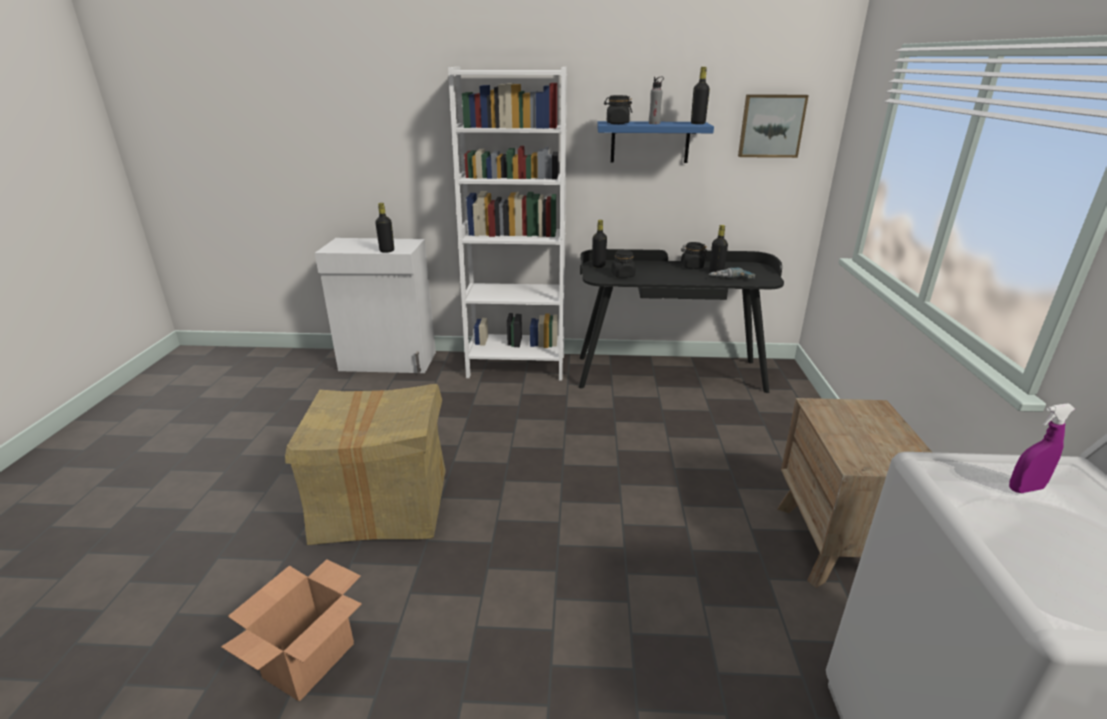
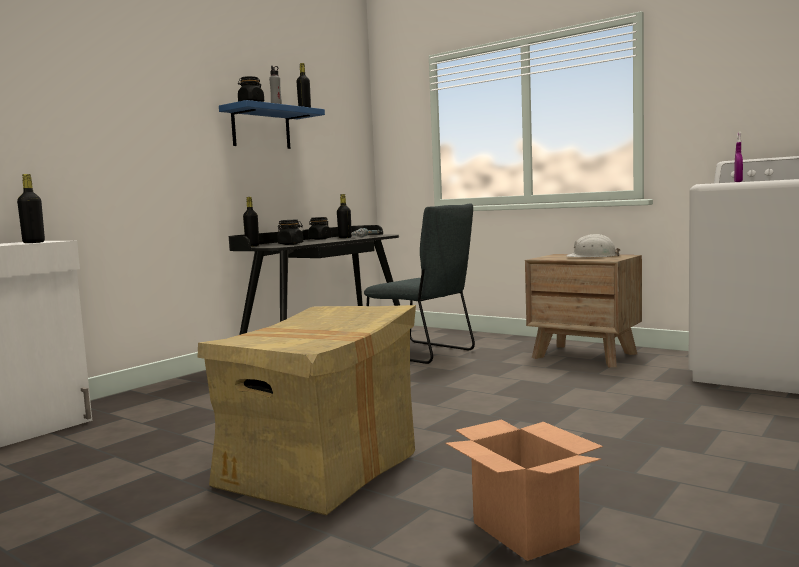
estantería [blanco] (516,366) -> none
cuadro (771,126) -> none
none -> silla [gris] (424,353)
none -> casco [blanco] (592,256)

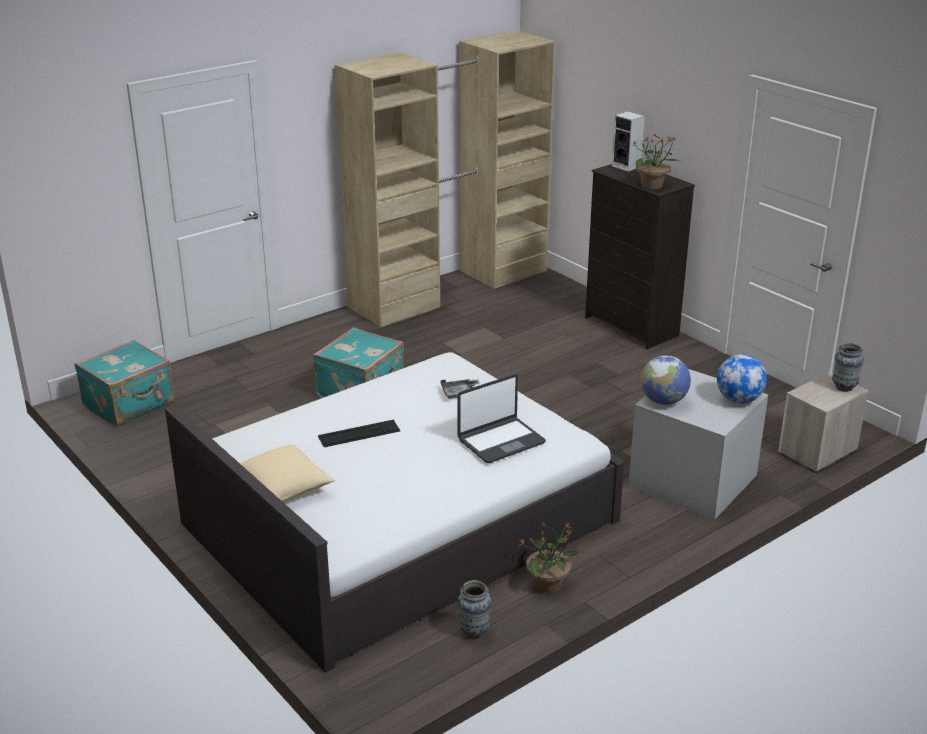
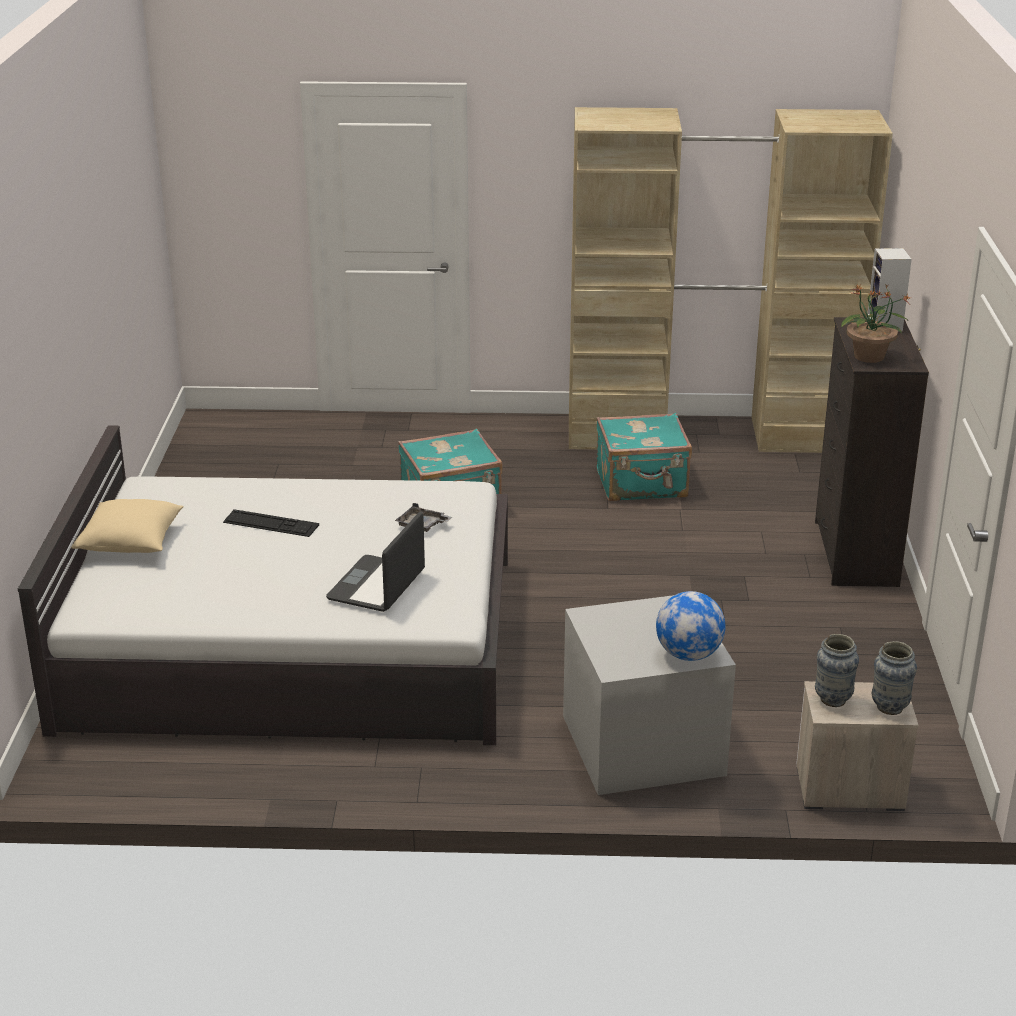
maleta [turquesa] (130,405) -> maleta [turquesa] (642,485), moved
portátil (500,441) -> portátil (377,585), 105 degrees clockwise
florero (474,632) -> florero (832,700), moved
planta en maceta (549,584) -> none
globo terráqueo (663,401) -> none

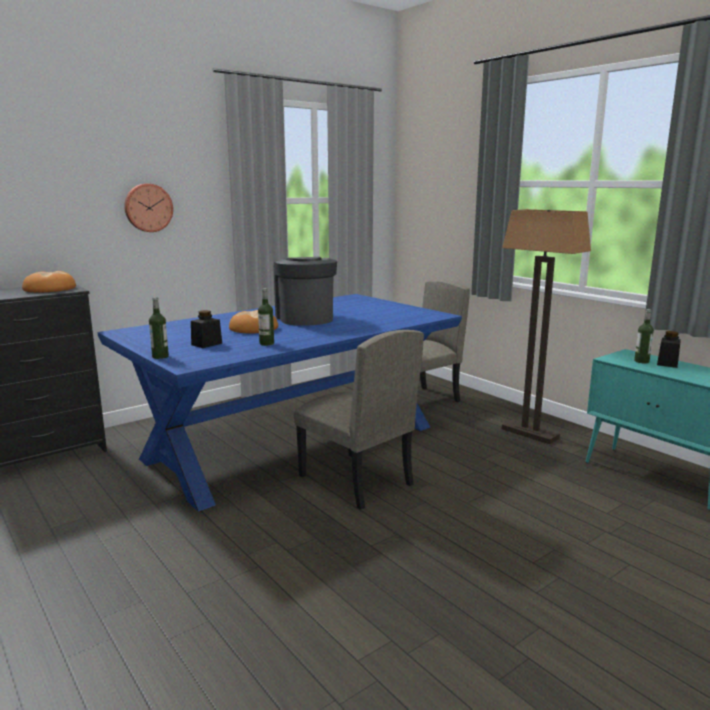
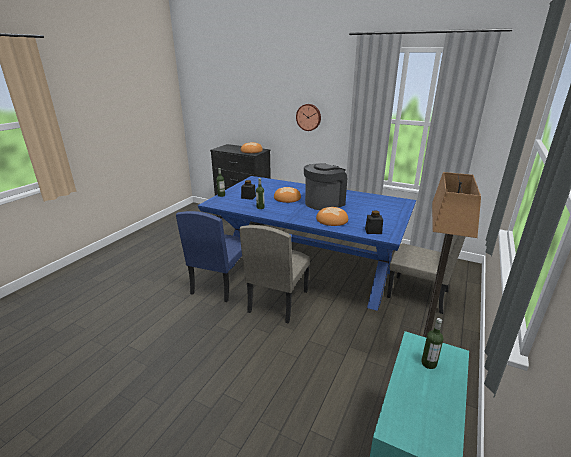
tarro [negro] (667,363) -> tarro [negro] (373,231), moved
none -> silla [azul] (220,283)
none -> pan (332,220)

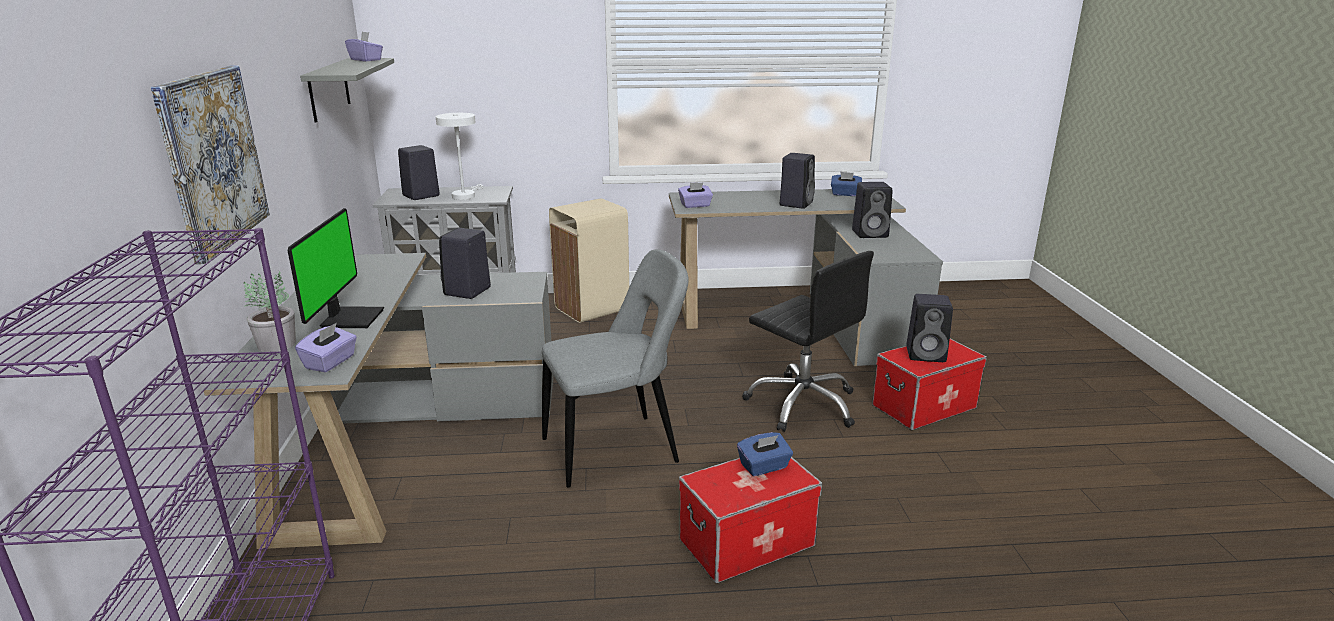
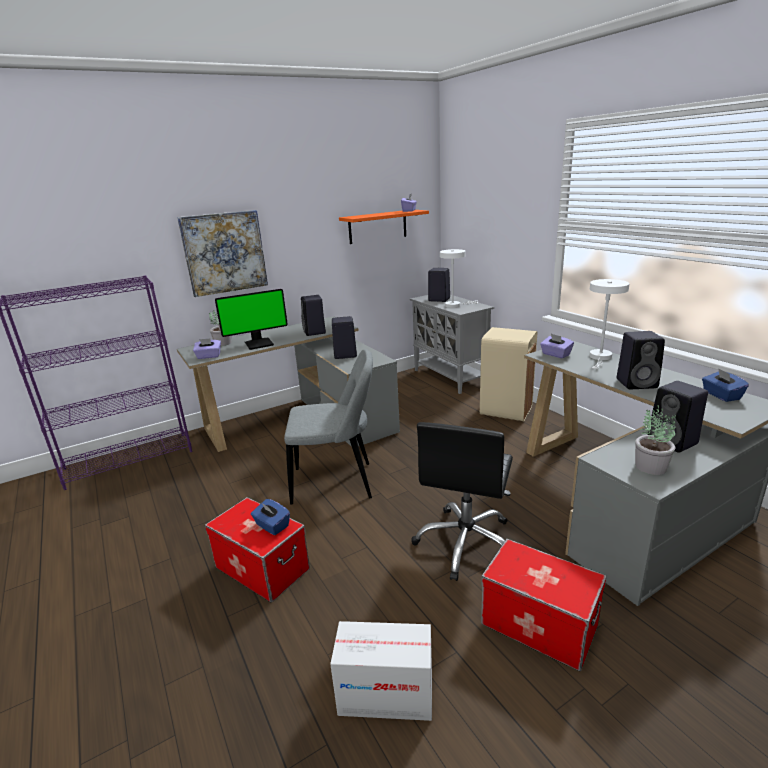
estante [gris] (329,89) -> estante [naranja] (377,226)
silla [gris] (616,449) -> silla [gris] (337,483), 45 degrees counterclockwise
altavoz [negro] (927,354) -> altavoz [negro] (315,332), moved
none -> caja de cartón (386,695)
none -> lámpara de mesa [blanco] (600,358)
none -> planta en maceta (650,466)

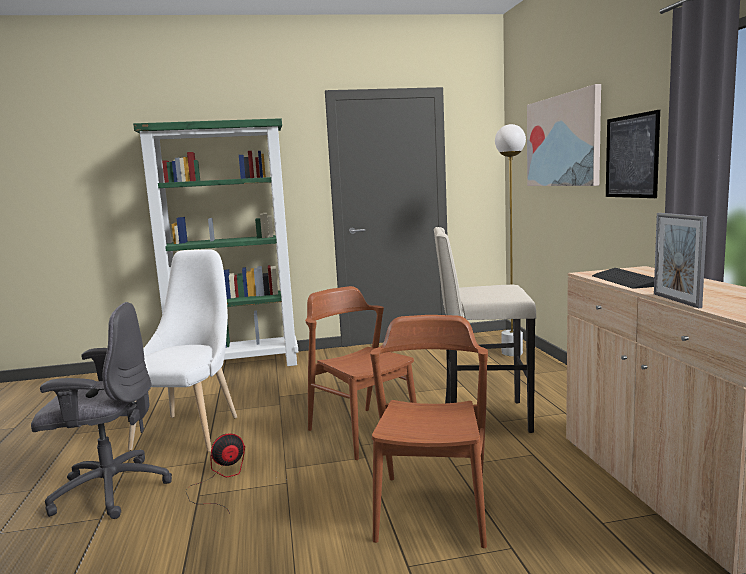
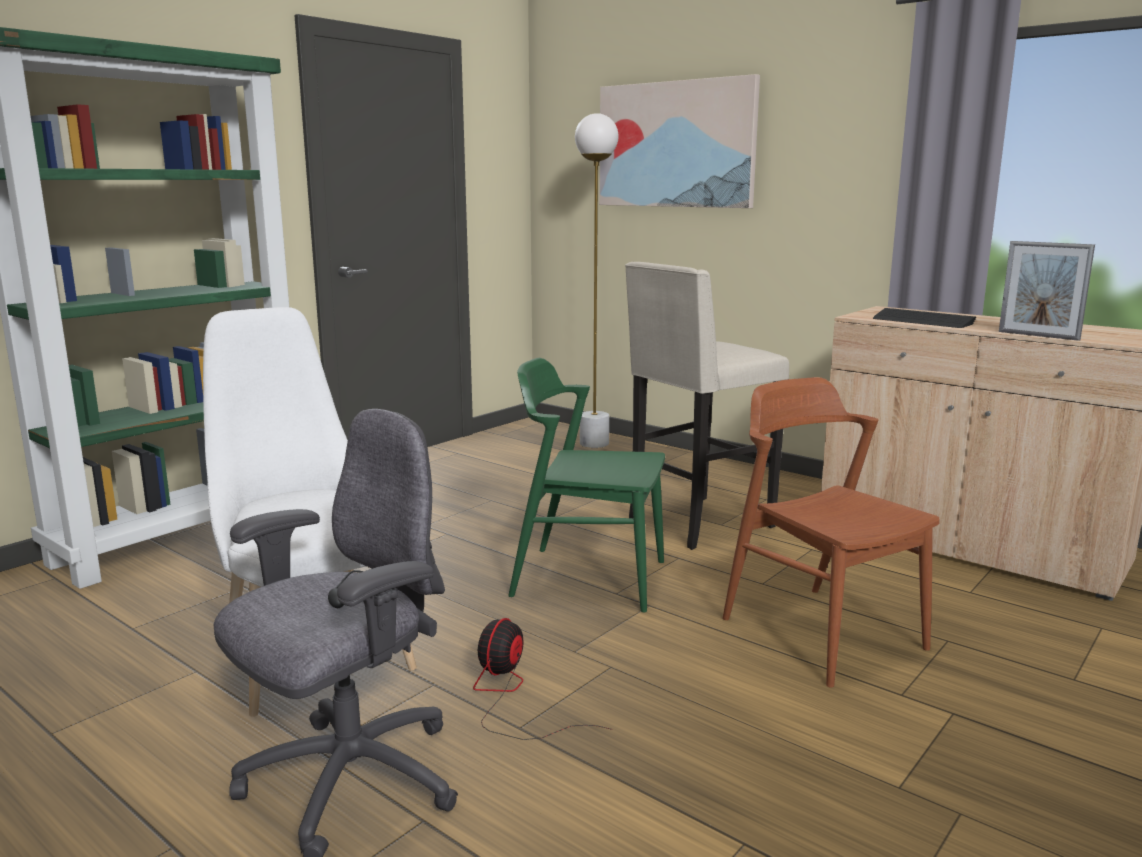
silla [marrón] (362,432) -> silla [verde] (588,578)
cuadro (631,156) -> none

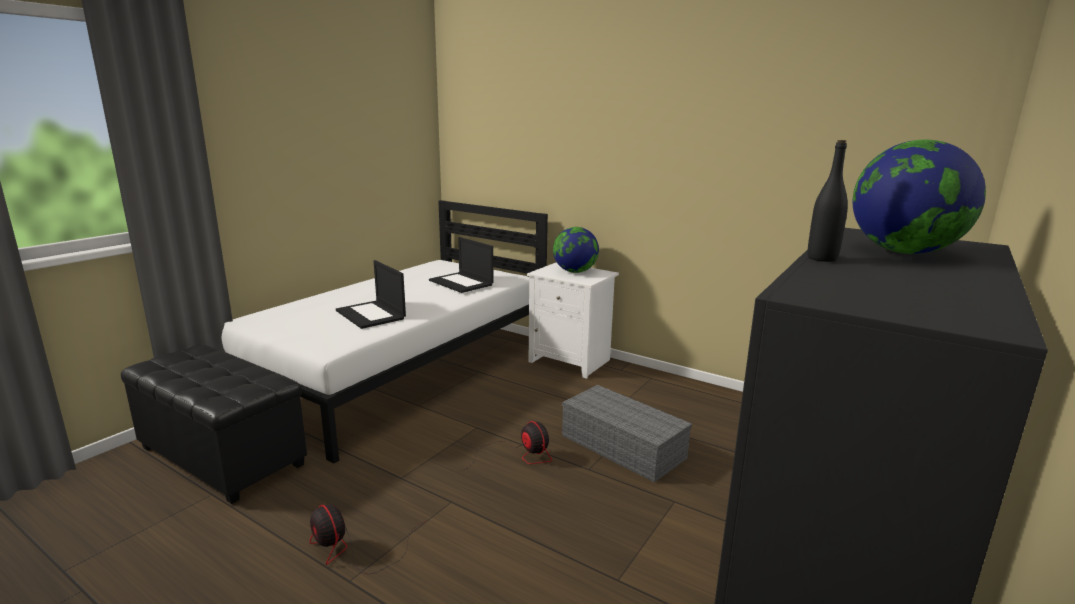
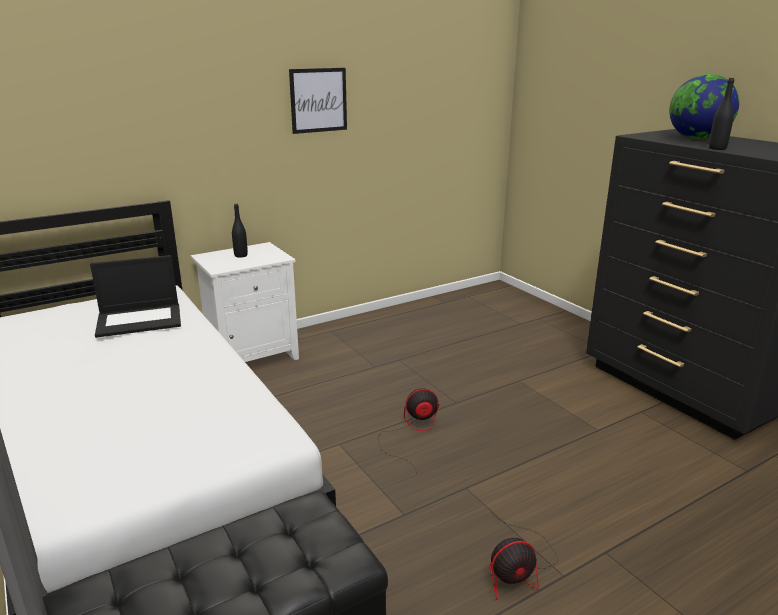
portátil (371,315) -> none
globo terráqueo (575,271) -> botella [negro] (241,255)
caja de almacenaje [gris] (625,446) -> none
none -> cuadro (318,100)

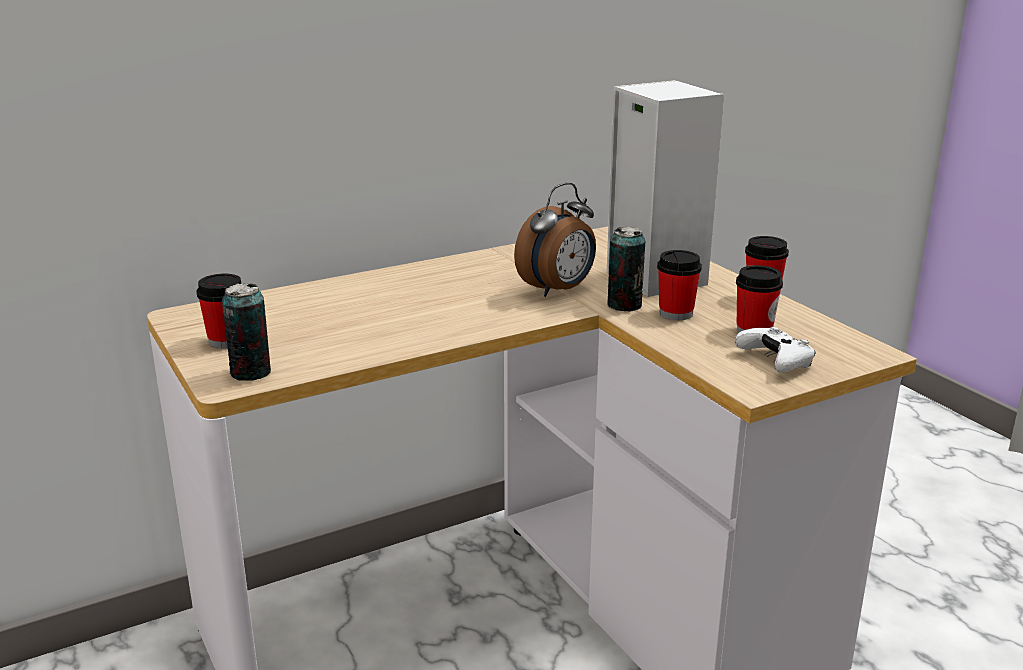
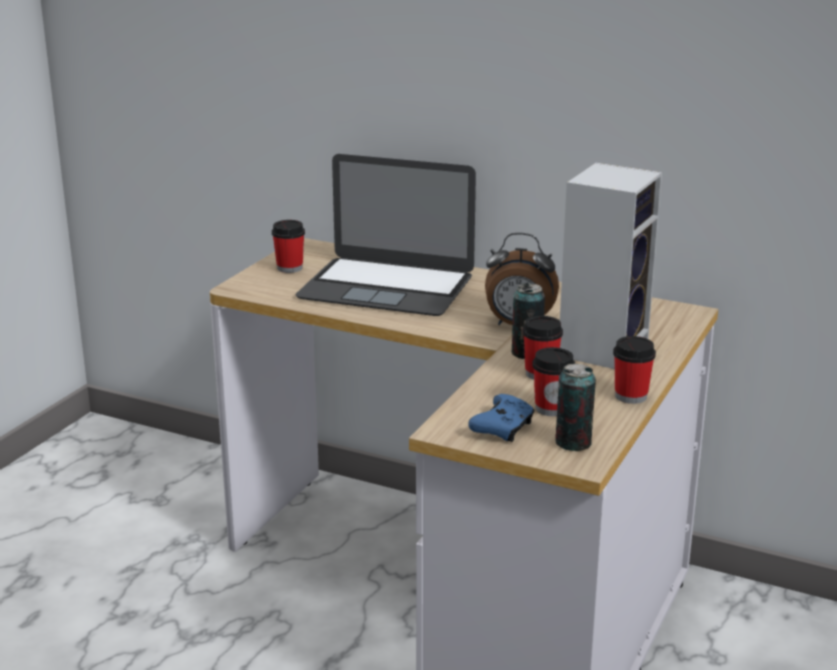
lata (251,373) -> lata (573,443), moved
mando de consola [blanco] (775,361) -> mando de consola [azul] (503,428)
none -> portátil (386,287)

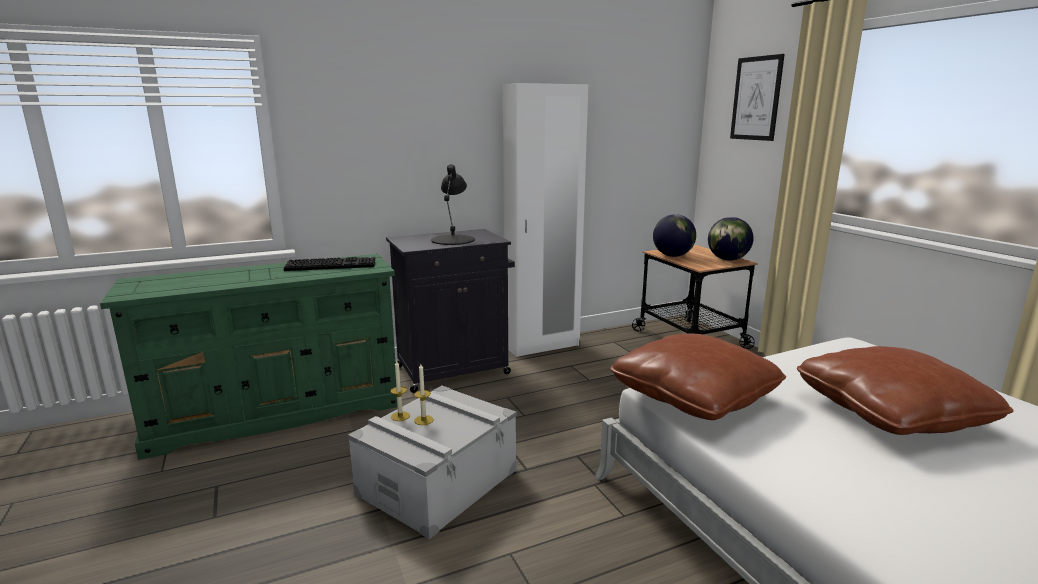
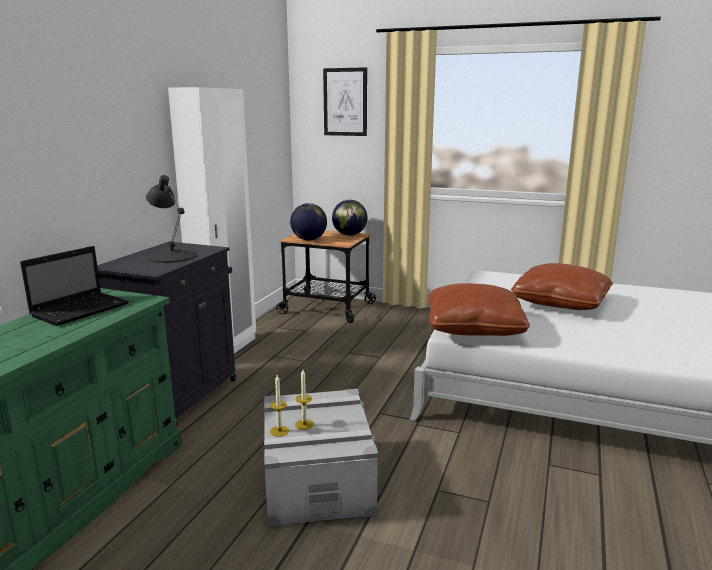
teclado (332,265) -> portátil (82,309)

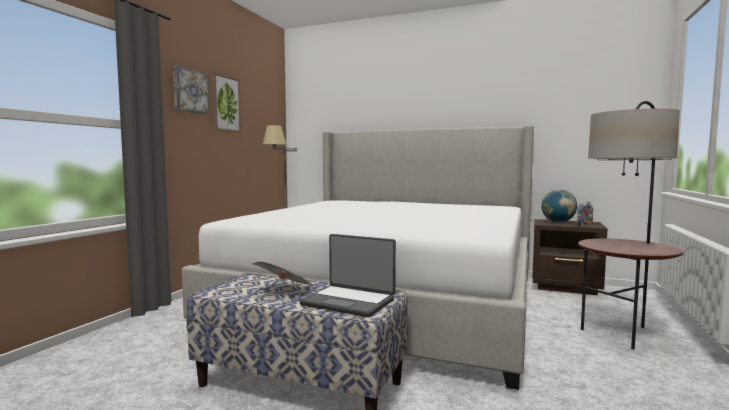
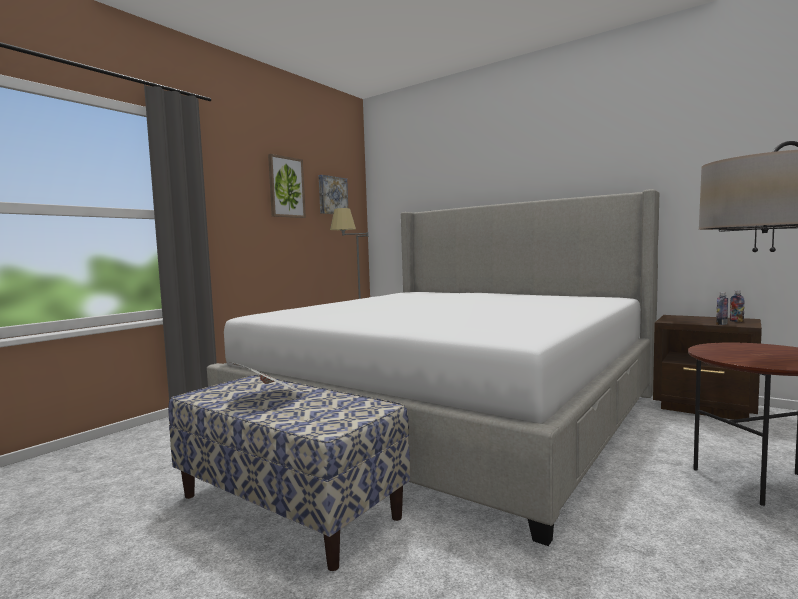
cuadro (189,91) -> cuadro (332,195), moved
portátil (349,301) -> none
globo terráqueo (558,222) -> none

